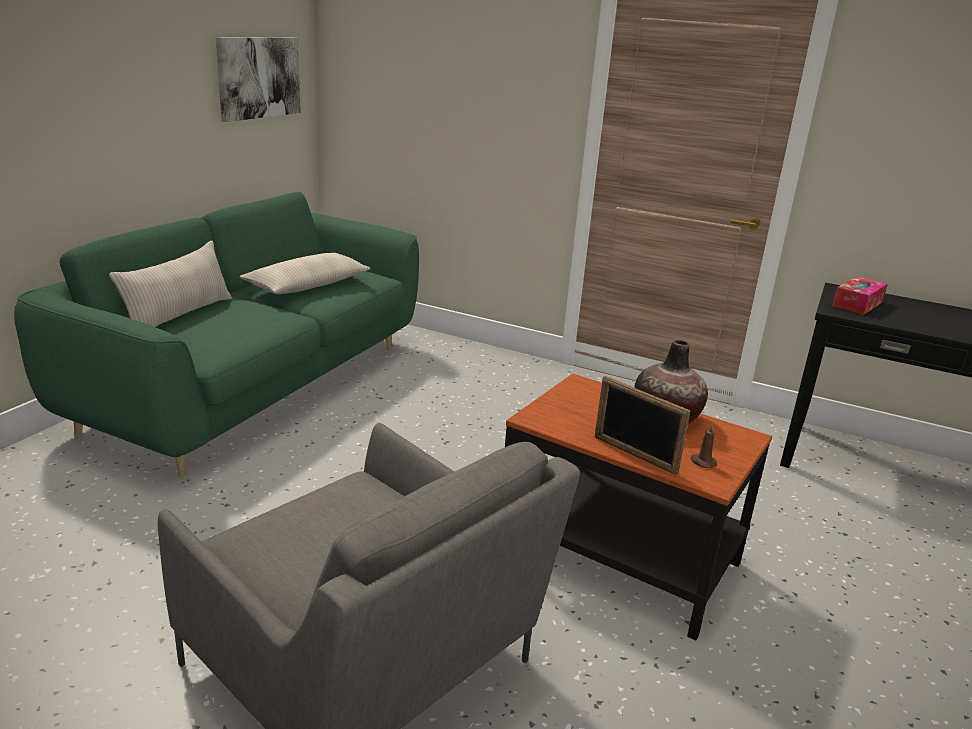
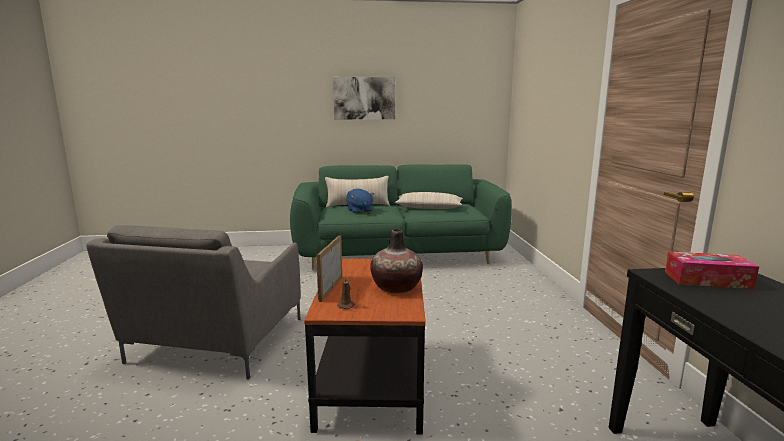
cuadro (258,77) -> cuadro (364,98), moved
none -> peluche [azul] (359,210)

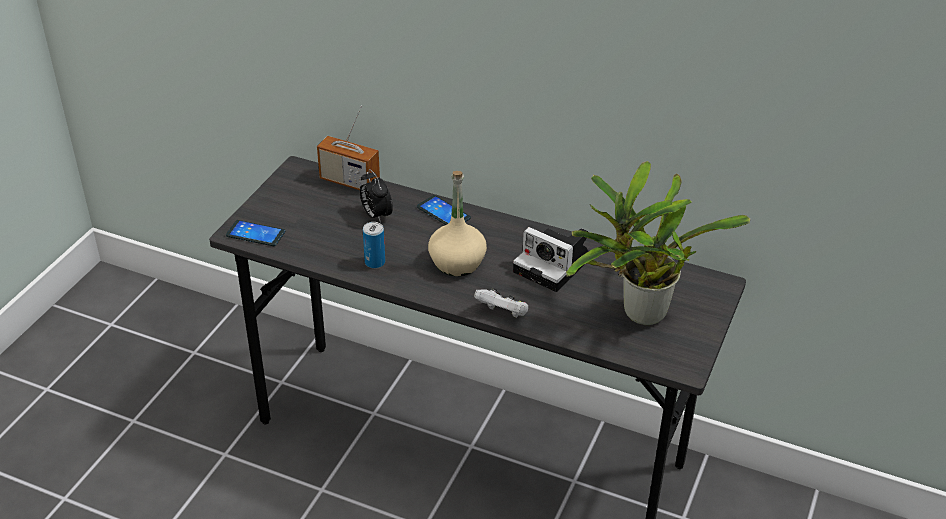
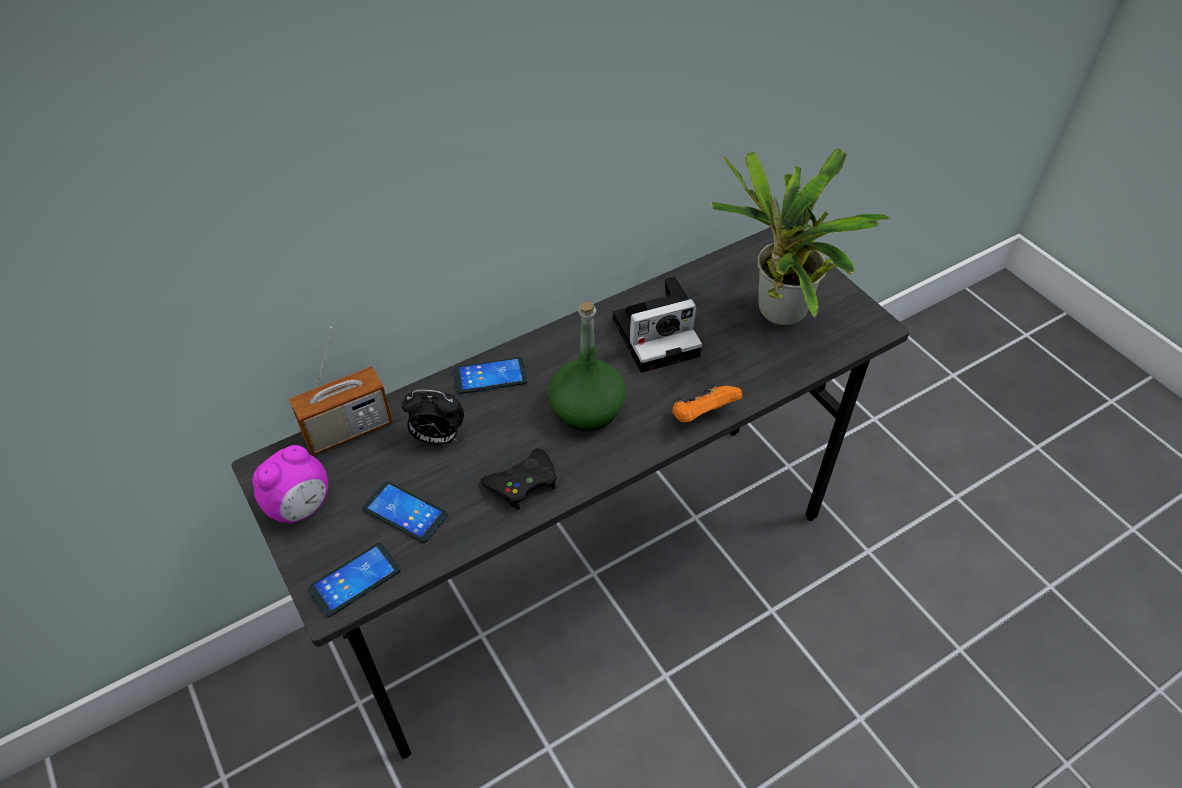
lata (375,262) -> mando de consola [negro] (523,483)
botella [beis] (457,262) -> botella [verde] (587,409)
mando de consola [blanco] (503,314) -> mando de consola [naranja] (702,416)
none -> despertador (300,507)
none -> móvil (405,512)

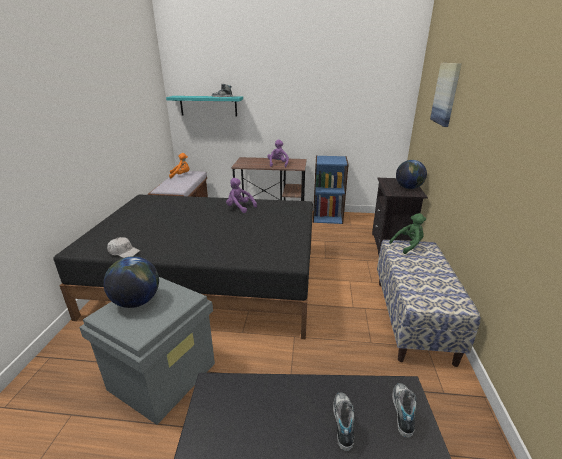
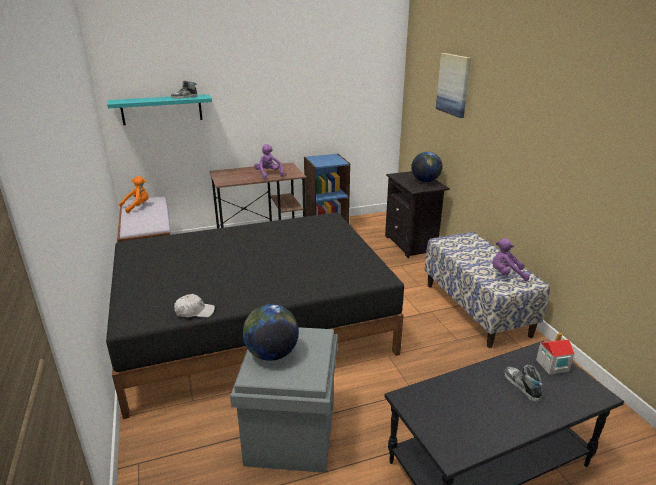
peluche [morado] (239,208) -> peluche [morado] (506,274), moved
peluche [verde] (408,245) -> none
zapato (402,411) -> casita (552,365)

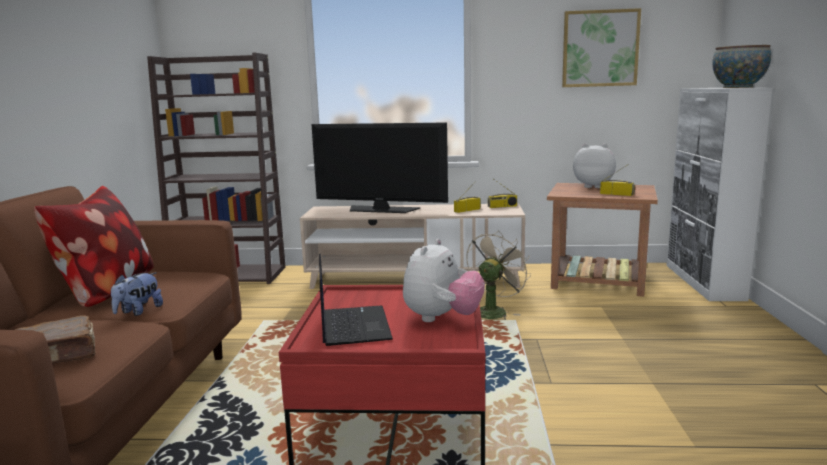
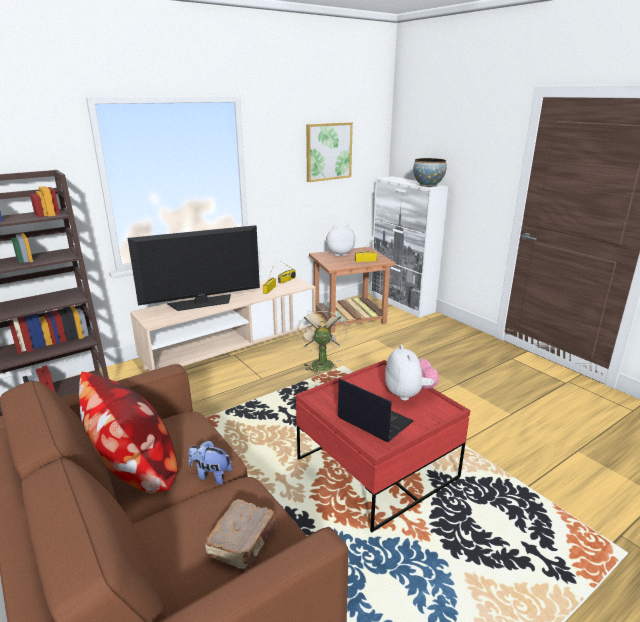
peluche (138,311) -> peluche (211,475), 120 degrees clockwise

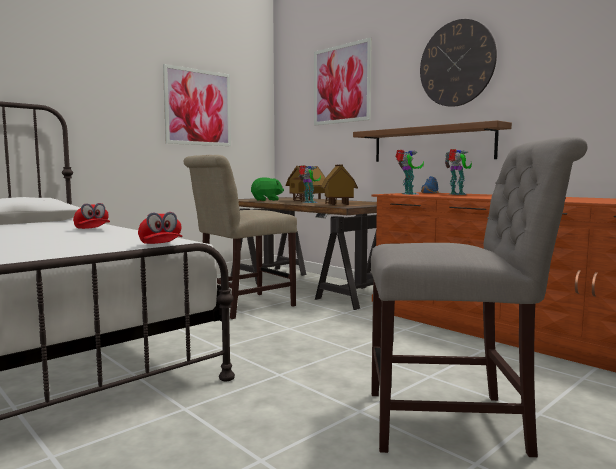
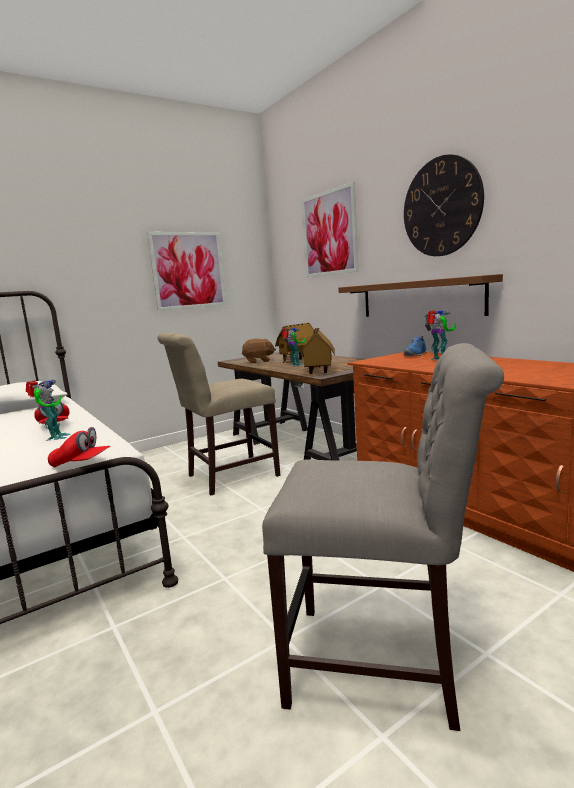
gorra [rojo] (161,246) -> gorra [rojo] (81,464), 60 degrees counterclockwise
peluche [verde] (267,200) -> peluche [marrón] (258,361)
robot de juguete (408,194) -> robot de juguete (54,437), moved

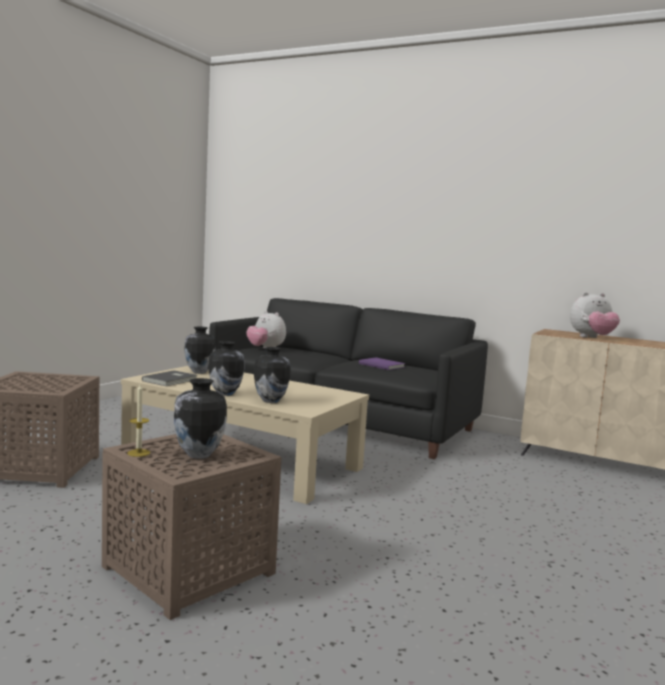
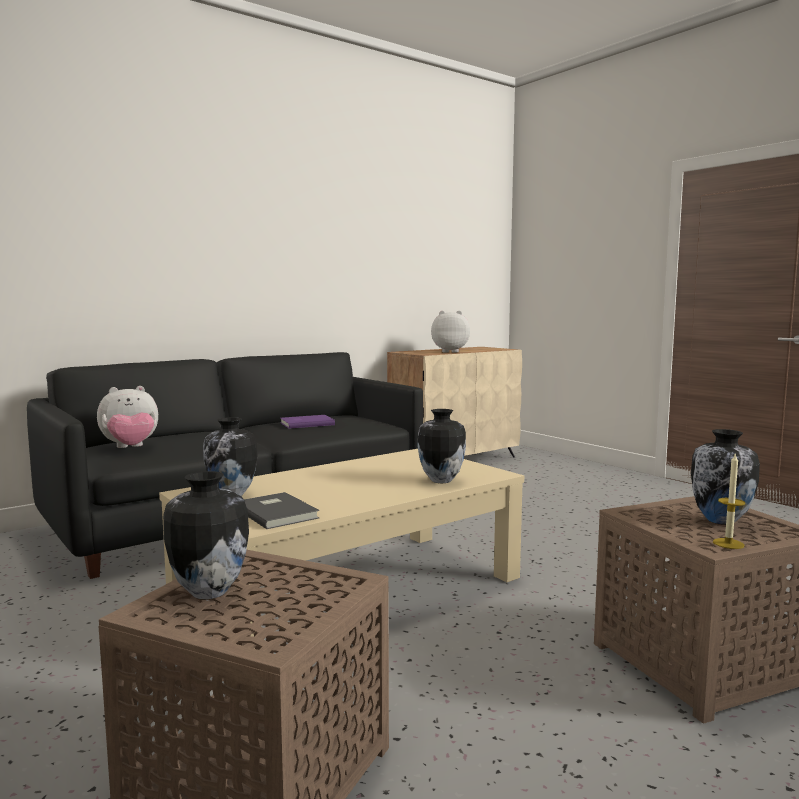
florero (225,393) -> florero (208,592), moved
peluche (592,338) -> peluche (449,351), 105 degrees counterclockwise

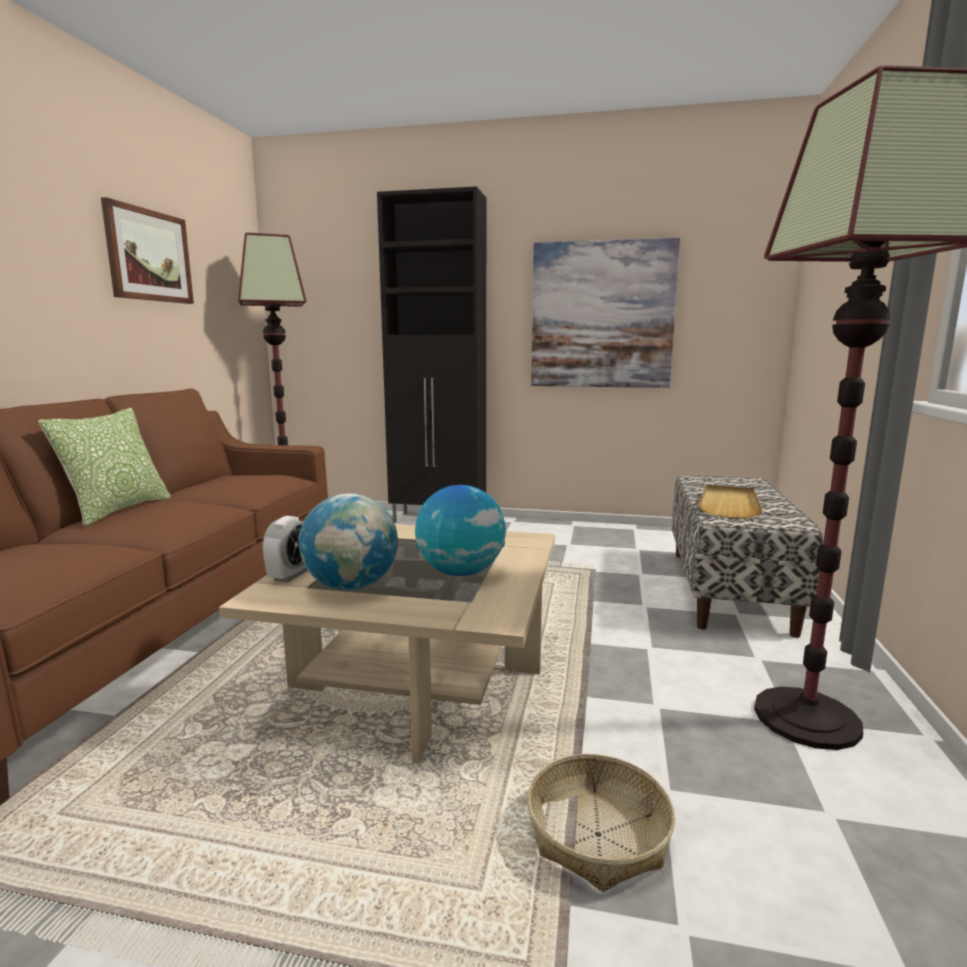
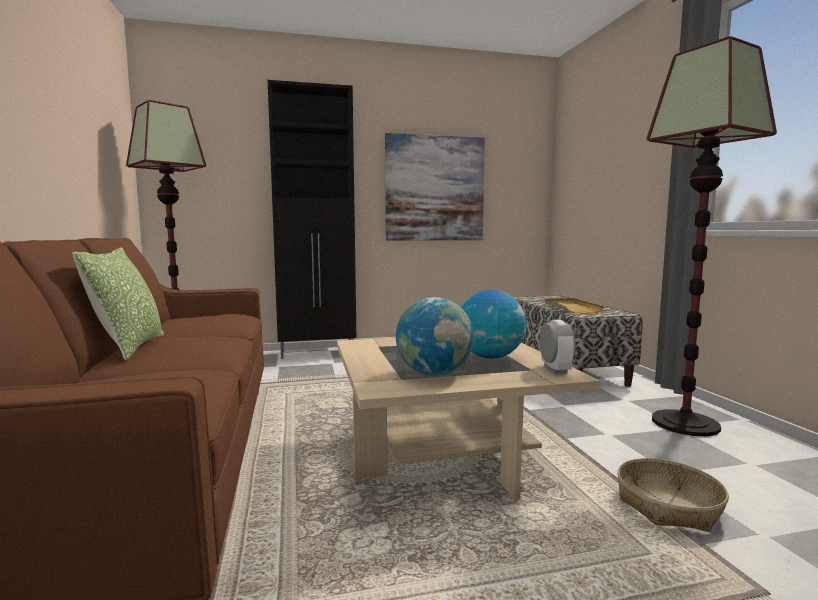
cuadro (149,256) -> none
despertador (290,576) -> despertador (555,369), moved

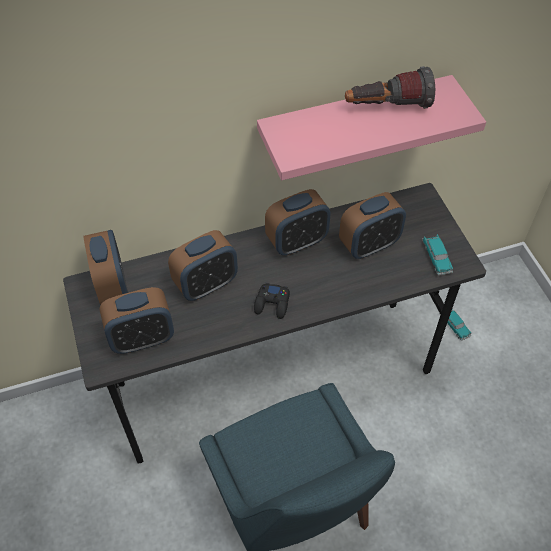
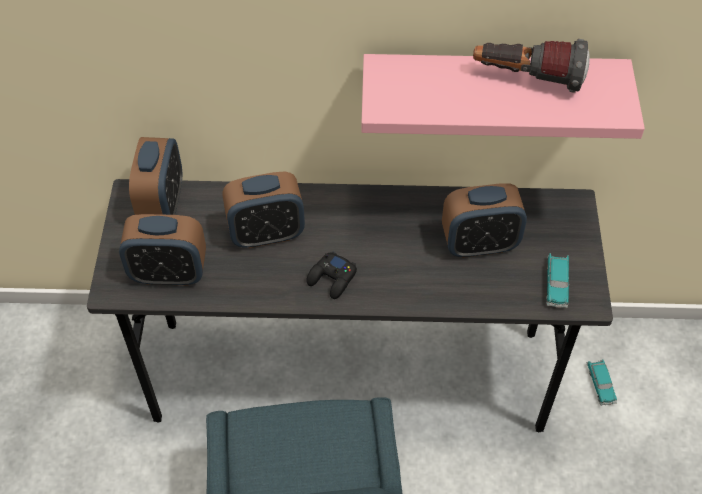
despertador (297,242) -> none

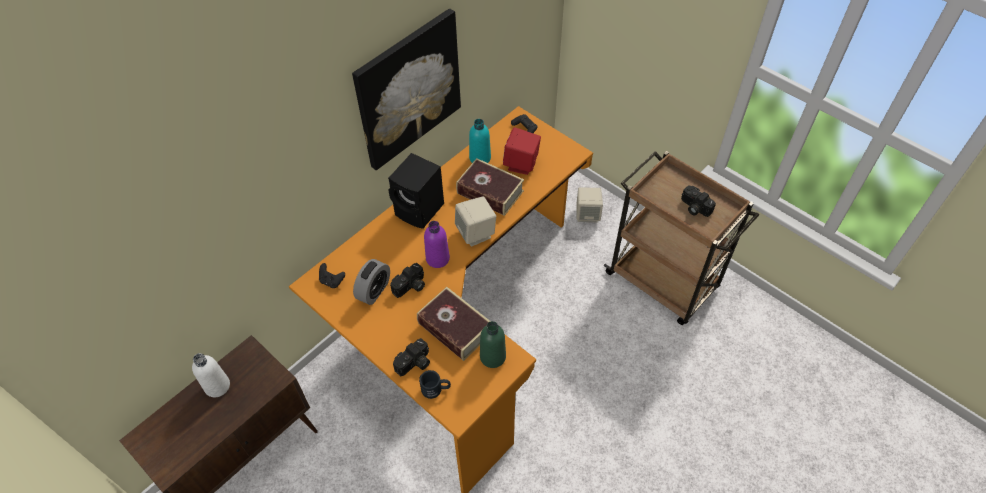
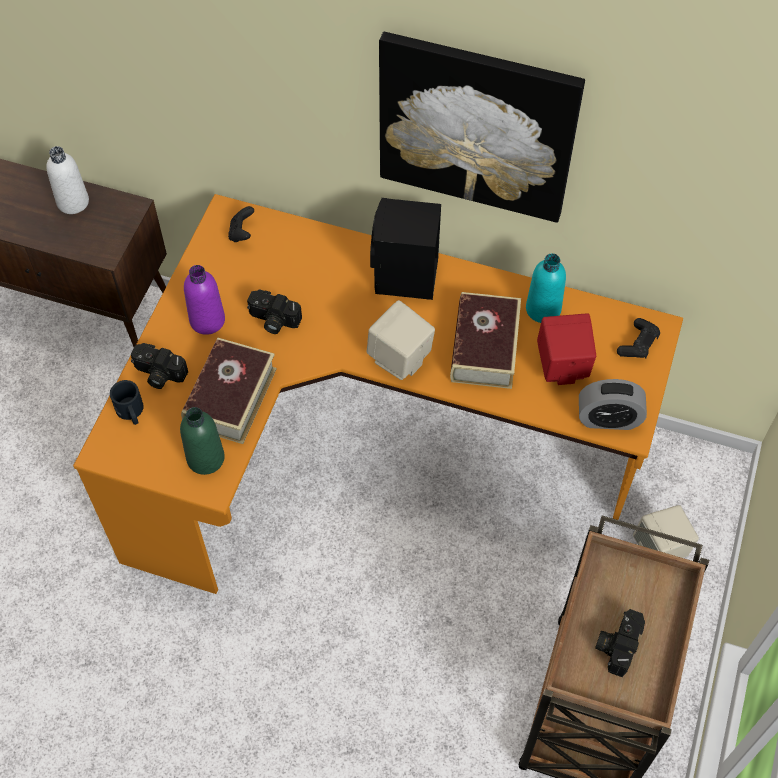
despertador (374,291) -> despertador (608,419), moved
botella [morado] (437,258) -> botella [morado] (207,320), moved

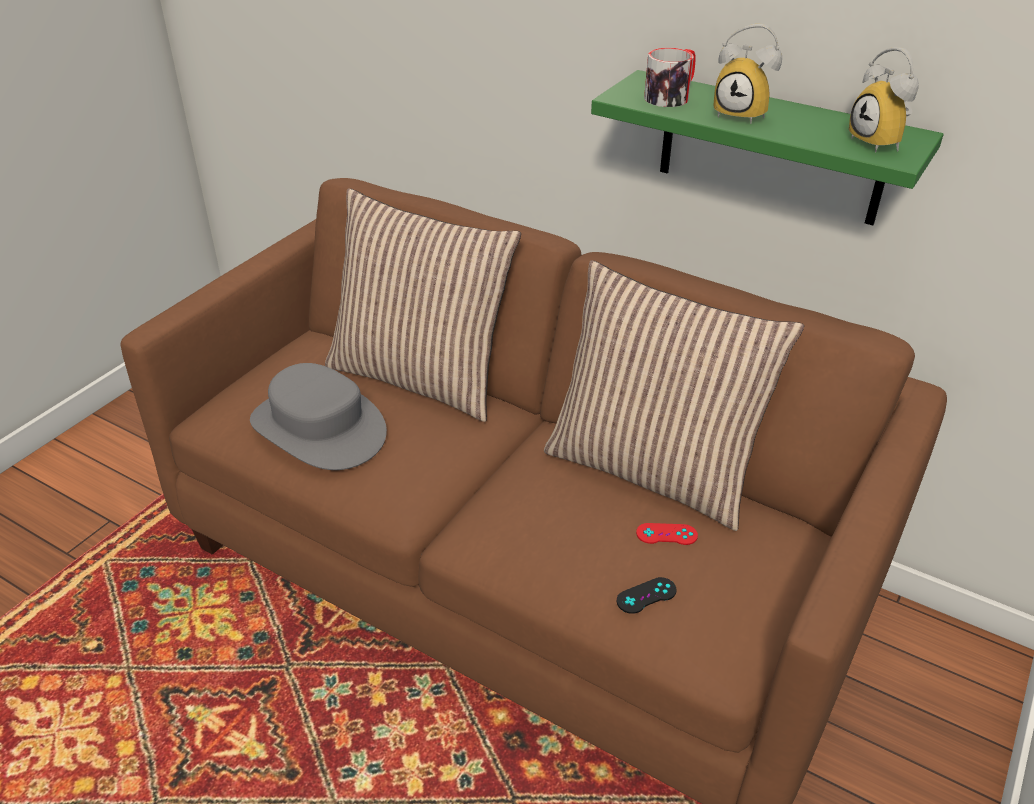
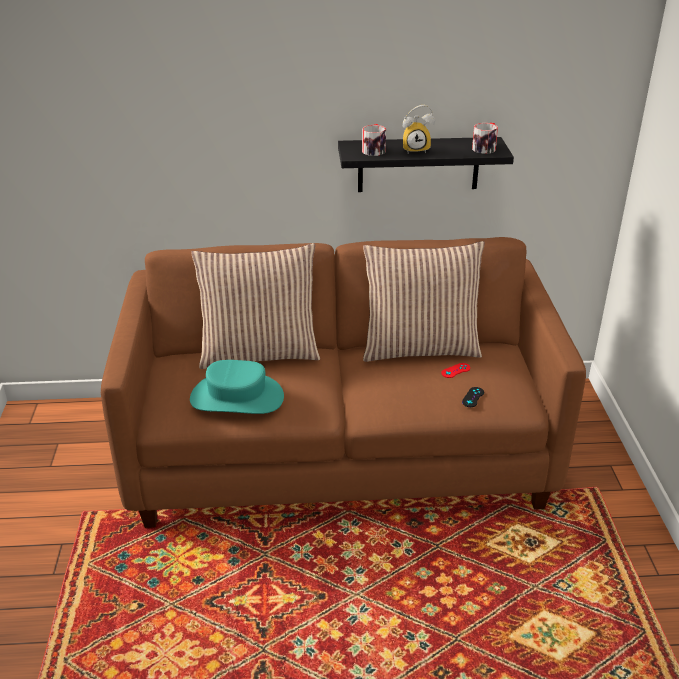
sombrero [gris] (319,428) -> sombrero [turquesa] (237,397)
estante [verde] (771,149) -> estante [negro] (418,164)
despertador (881,143) -> taza grande (485,147)

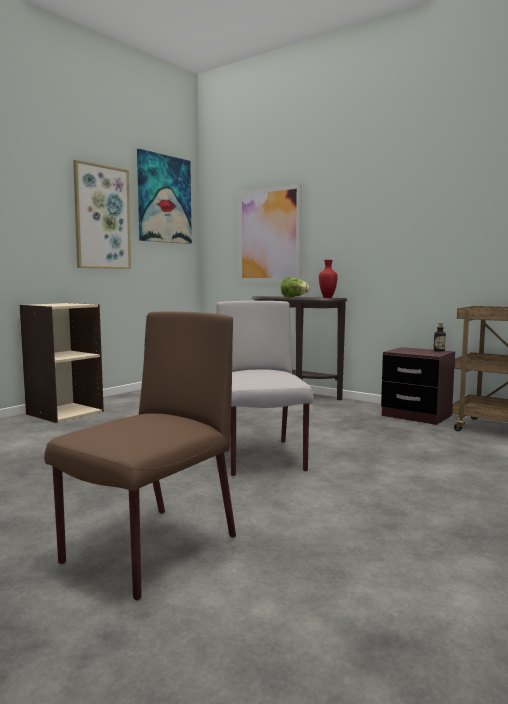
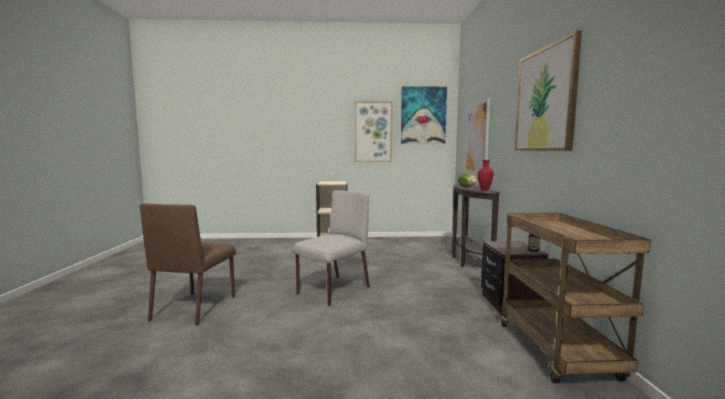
silla [marrón] (149,550) -> silla [marrón] (195,307), 105 degrees clockwise
none -> cuadro (545,99)

